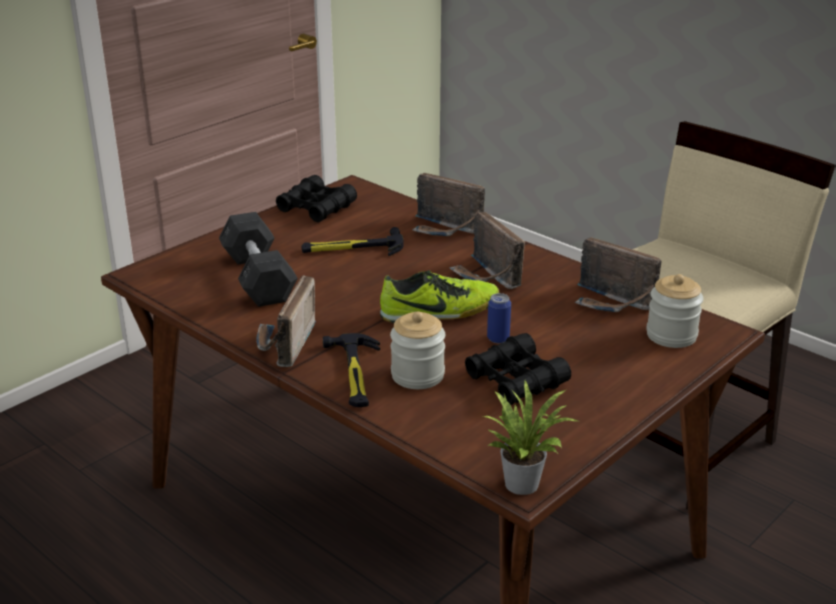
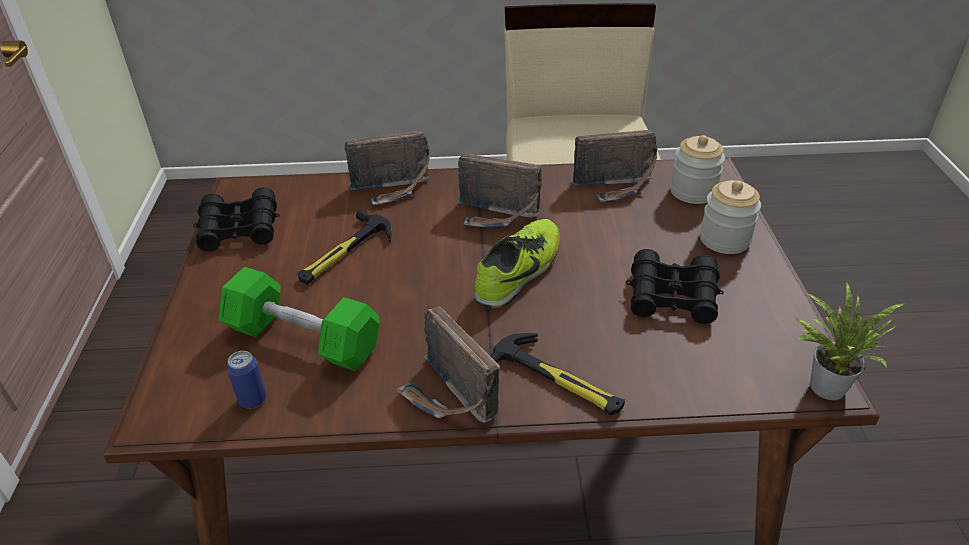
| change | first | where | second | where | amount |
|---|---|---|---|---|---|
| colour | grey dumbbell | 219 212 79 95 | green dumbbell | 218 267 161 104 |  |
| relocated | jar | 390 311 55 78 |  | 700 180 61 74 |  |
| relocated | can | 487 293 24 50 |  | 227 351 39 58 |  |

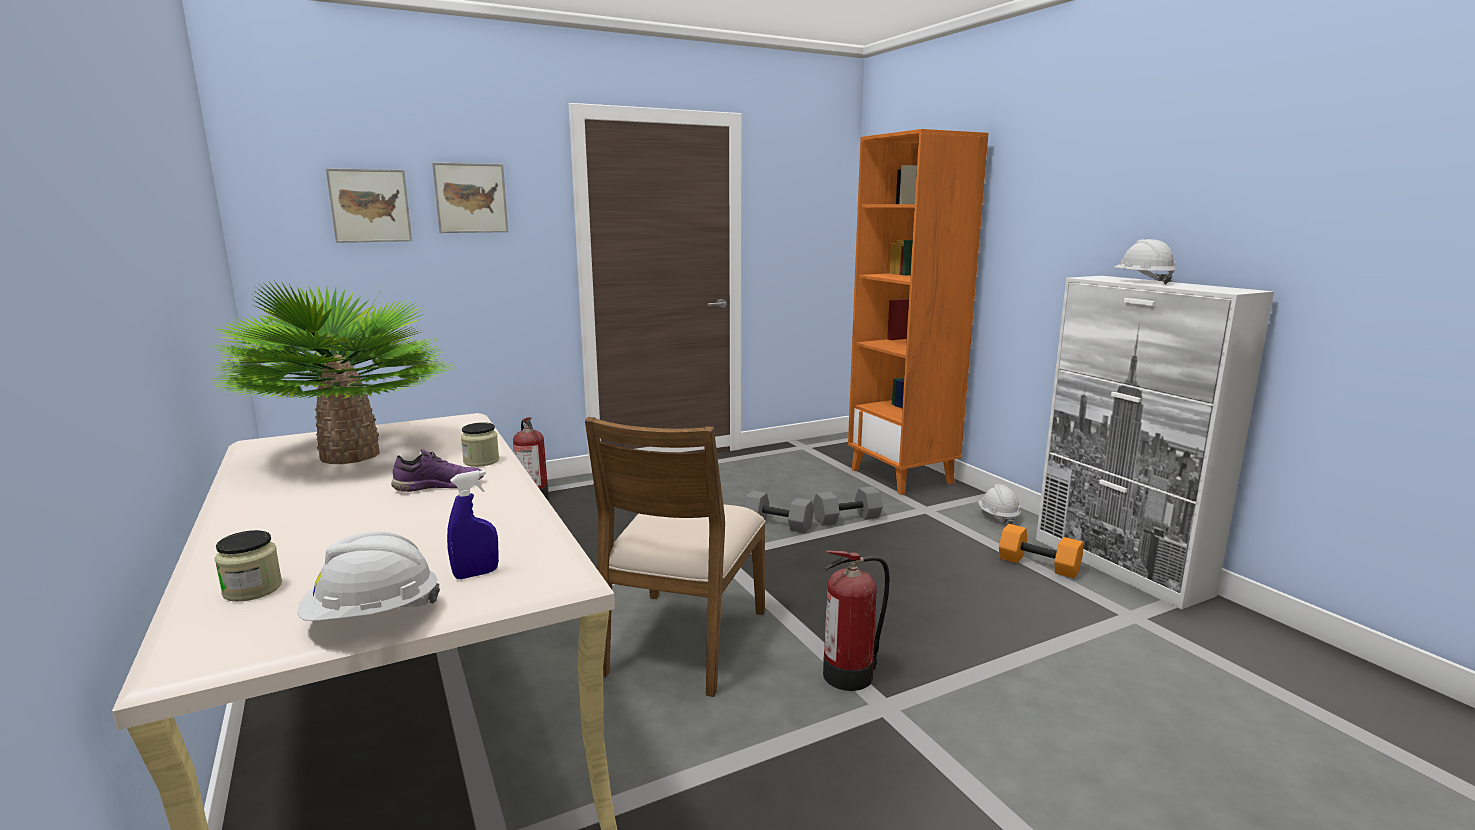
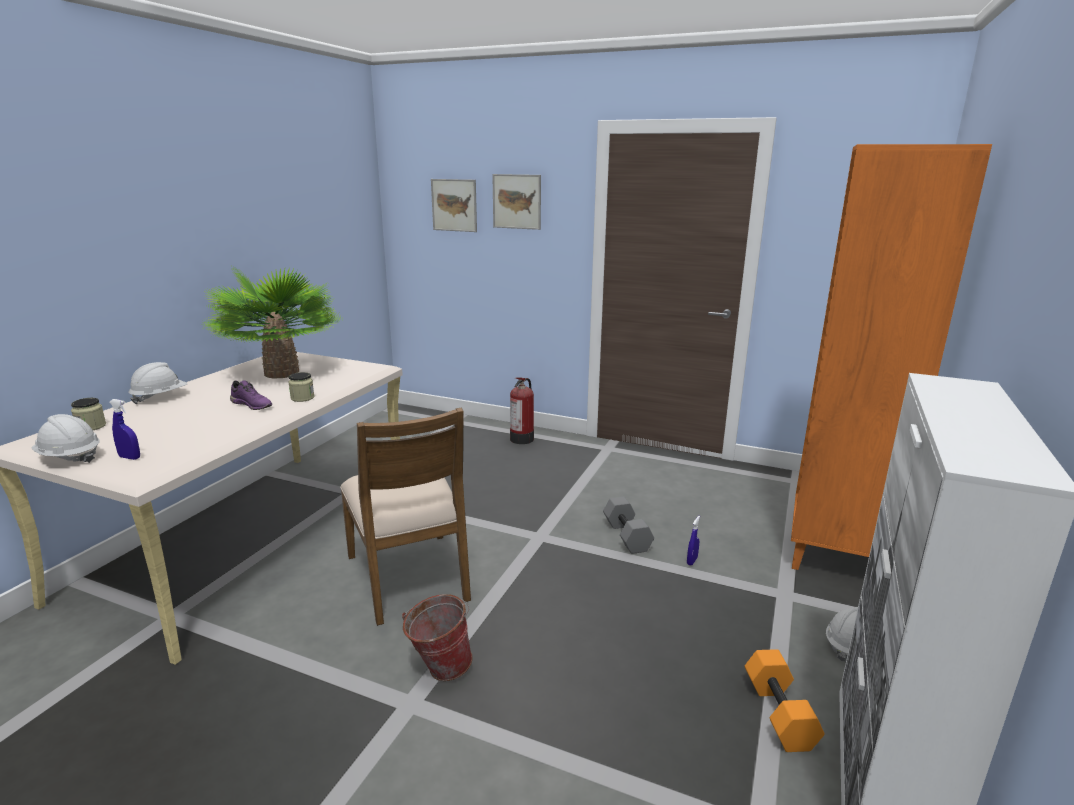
| change | first | where | second | where | amount |
|---|---|---|---|---|---|
| spun | brown chair | 585 417 181 280 |  | 340 408 131 218 | 90 degrees counterclockwise |
| exchanged | grey dumbbell | 813 486 70 40 | blue spray bottle | 687 516 13 50 |  |
| exchanged | fire extinguisher | 823 550 66 141 | bucket | 402 594 71 87 |  |
| relocated | white hard hat | 1113 239 63 45 |  | 129 362 58 43 |  |

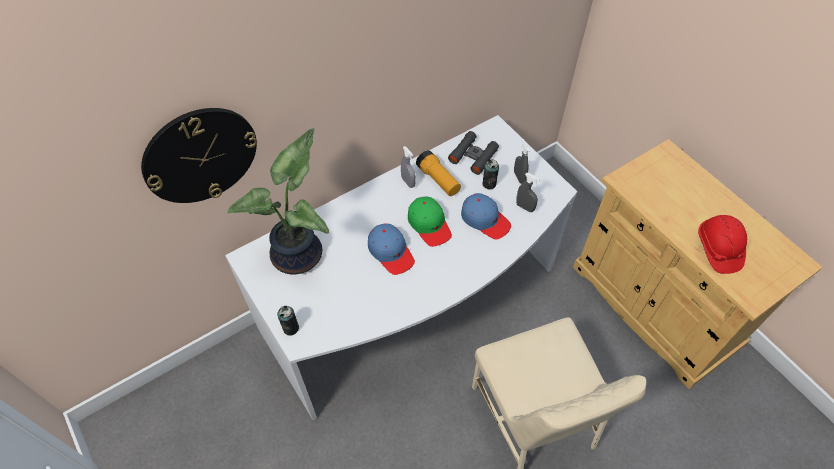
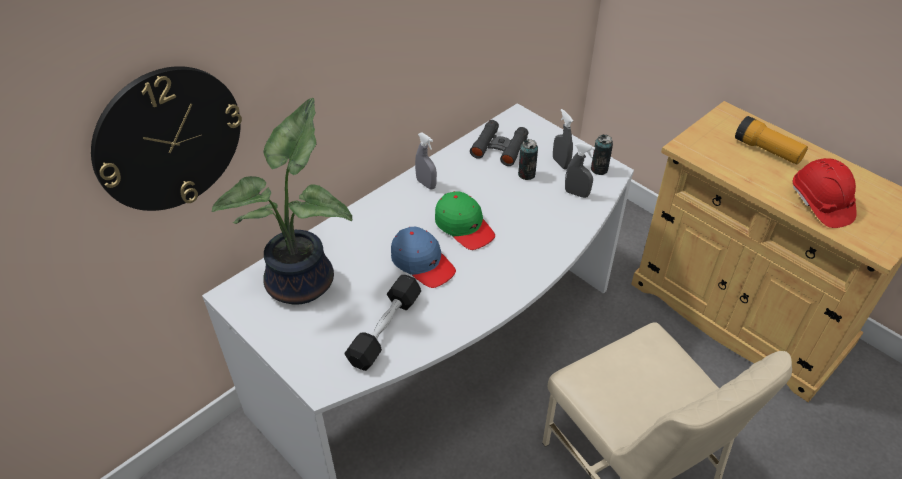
| change | first | where | second | where | amount |
|---|---|---|---|---|---|
| relocated | can | 277 306 22 29 |  | 591 135 22 40 |  |
| relocated | flashlight | 416 150 45 46 |  | 735 116 73 48 |  |
| missing | blue cap | 461 193 50 46 |  |  |  |
| appeared |  |  | black dumbbell | 345 275 76 96 |  |

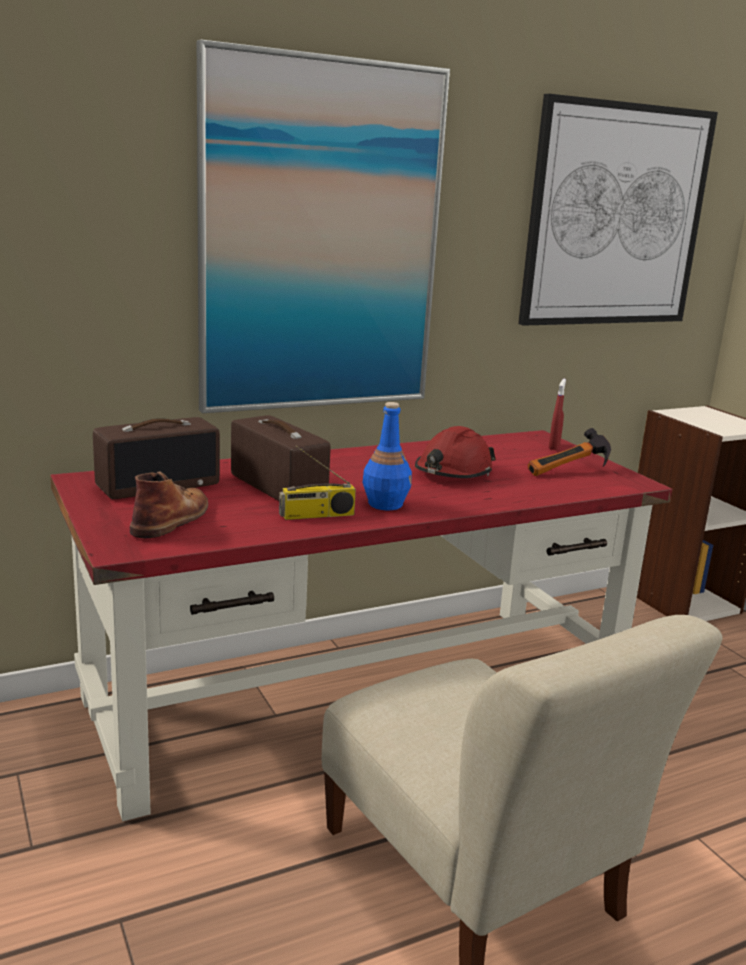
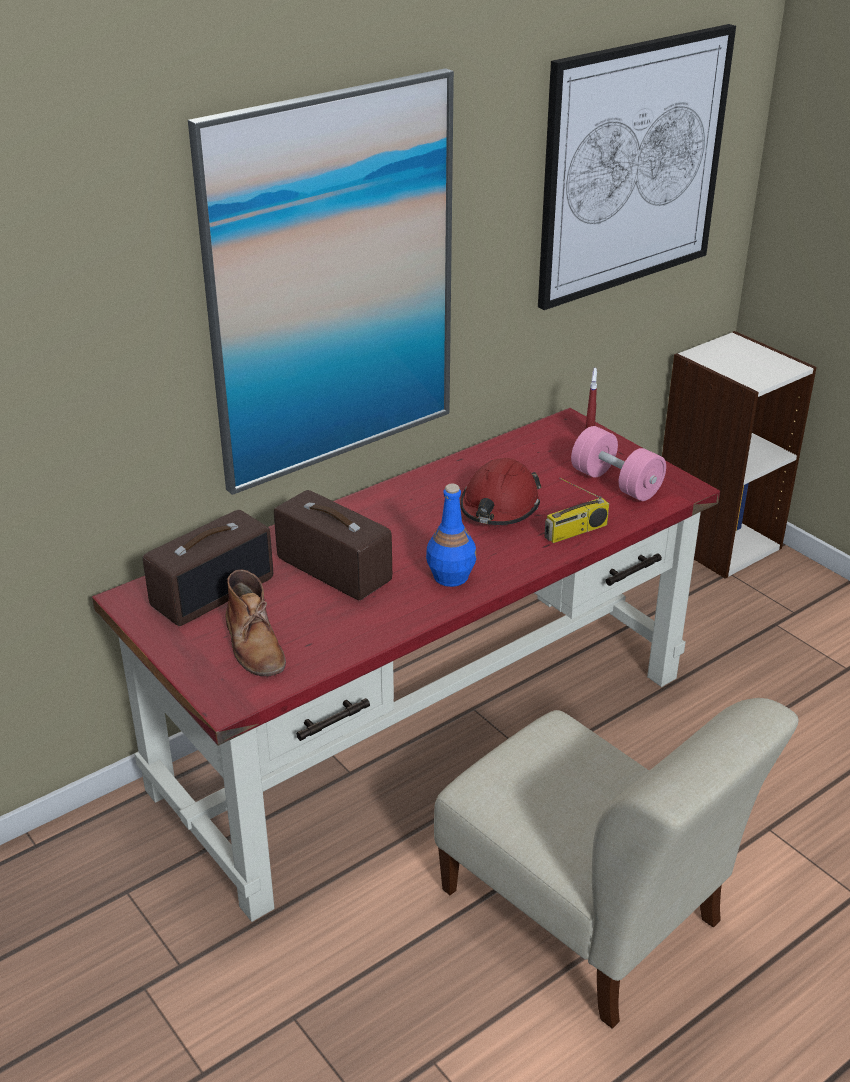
| change | first | where | second | where | amount |
|---|---|---|---|---|---|
| spun | brown boot | 130 471 78 67 |  | 226 569 60 107 | 150 degrees clockwise |
| relocated | radio | 279 446 77 74 |  | 544 478 65 65 |  |
| exchanged | hammer | 528 428 83 48 | pink dumbbell | 571 426 95 75 |  |

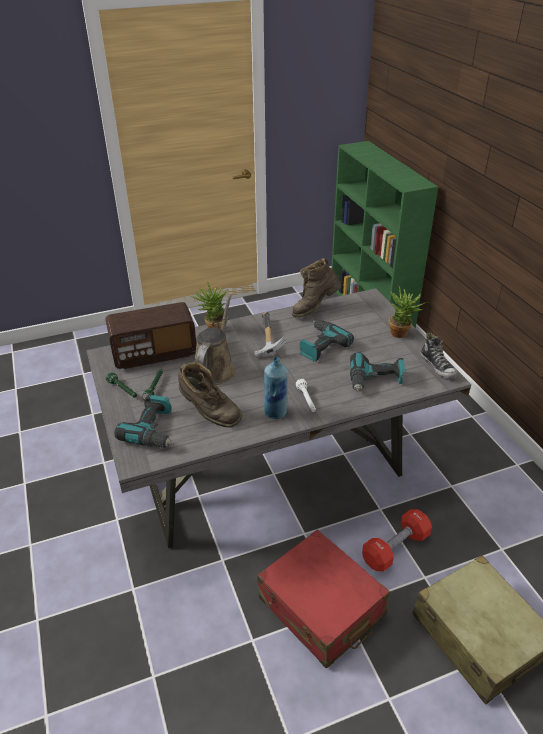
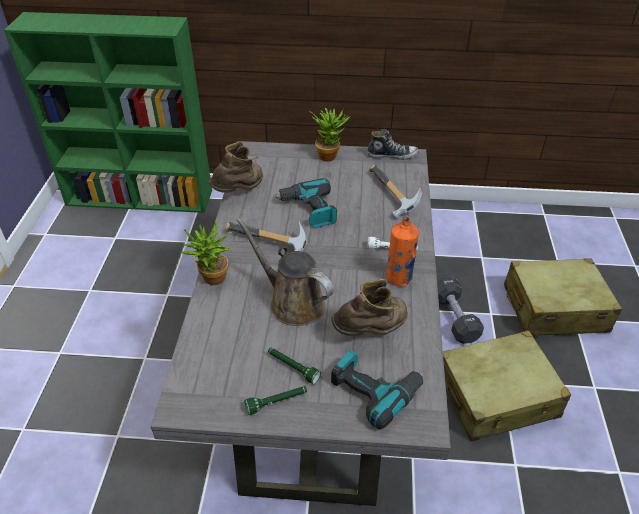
| change | first | where | second | where | amount |
|---|---|---|---|---|---|
| missing | radio | 105 302 91 67 |  |  |  |
| colour | red suitcase | 257 529 133 140 | beige suitcase | 443 330 128 112 |  |
| colour | blue bottle | 264 357 24 62 | orange bottle | 386 216 33 70 |  |
| spun | brown boot | 292 259 49 59 |  | 209 141 54 52 | 135 degrees counterclockwise |
| exchanged | power drill | 350 352 56 40 | hammer | 369 165 53 54 |  |
| colour | red dumbbell | 362 509 70 63 | black dumbbell | 437 276 47 68 |  |

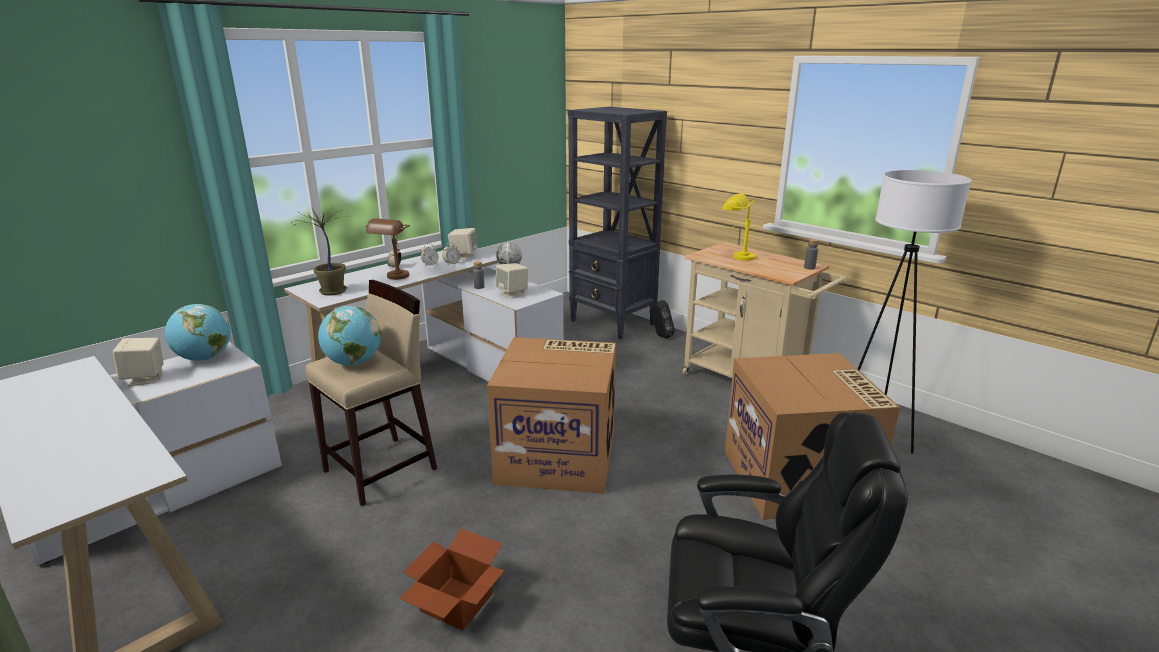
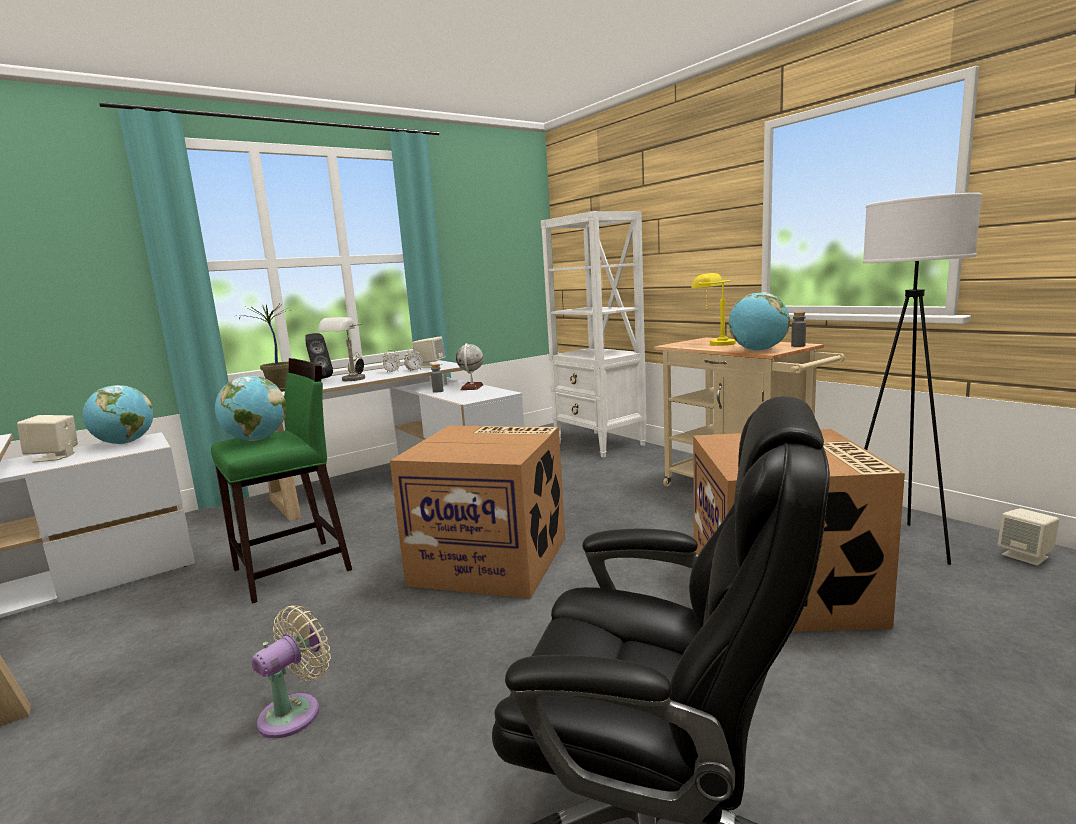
| change | first | where | second | where | amount |
|---|---|---|---|---|---|
| colour | beige stool | 305 280 132 226 | green stool | 211 358 141 246 |  |
| colour | brown table lamp | 366 219 44 61 | grey table lamp | 318 317 47 64 |  |
| exchanged | cardboard box | 399 528 106 103 | beige fan | 251 605 80 133 |  |
| relocated | beige speaker | 496 263 32 35 |  | 998 508 61 58 |  |
| colour | black bookcase | 568 107 99 233 | white bookcase | 541 211 106 247 |  |
| relocated | black speaker | 650 300 25 39 |  | 305 333 28 46 |  |
| appeared |  |  | globe | 729 292 61 59 |  |

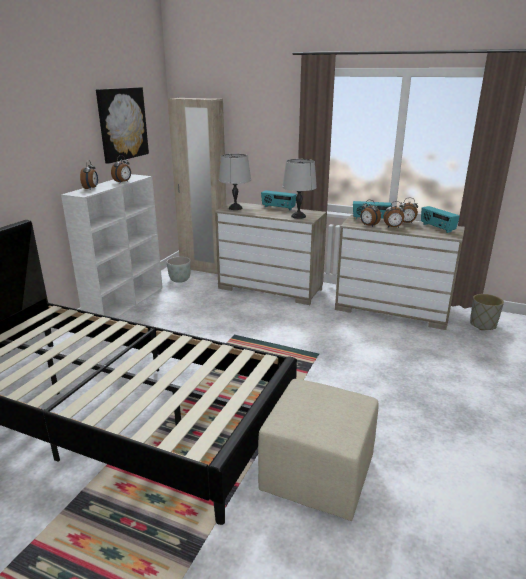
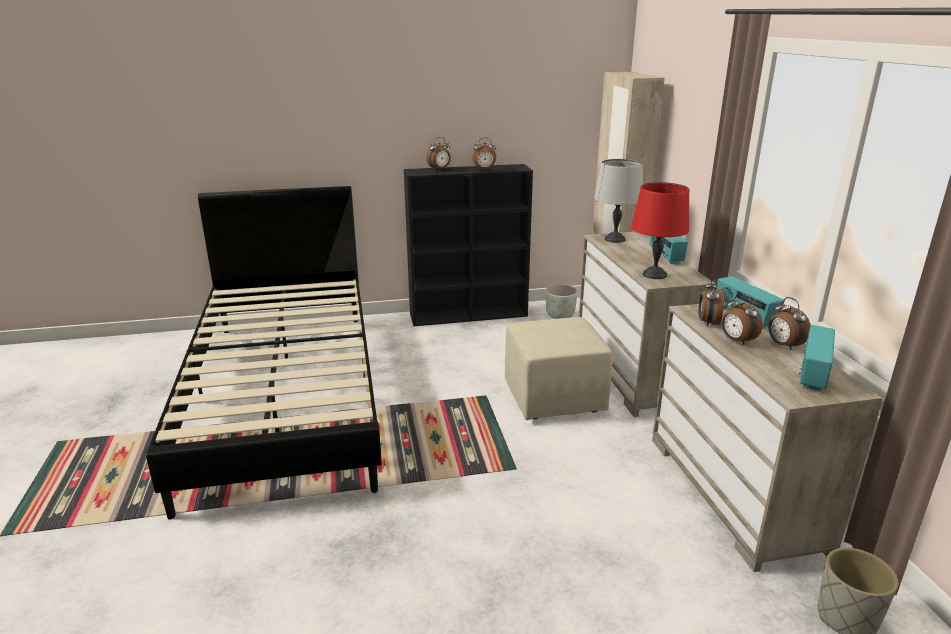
| change | first | where | second | where | amount |
|---|---|---|---|---|---|
| colour | white bookcase | 61 174 102 144 | black bookcase | 404 164 129 162 |  |
| missing | picture | 96 87 53 77 |  |  |  |
| relocated | beige ottoman | 258 379 120 142 |  | 505 317 108 103 |  |
| colour | grey table lamp | 282 159 35 60 | red table lamp | 631 182 58 97 |  |

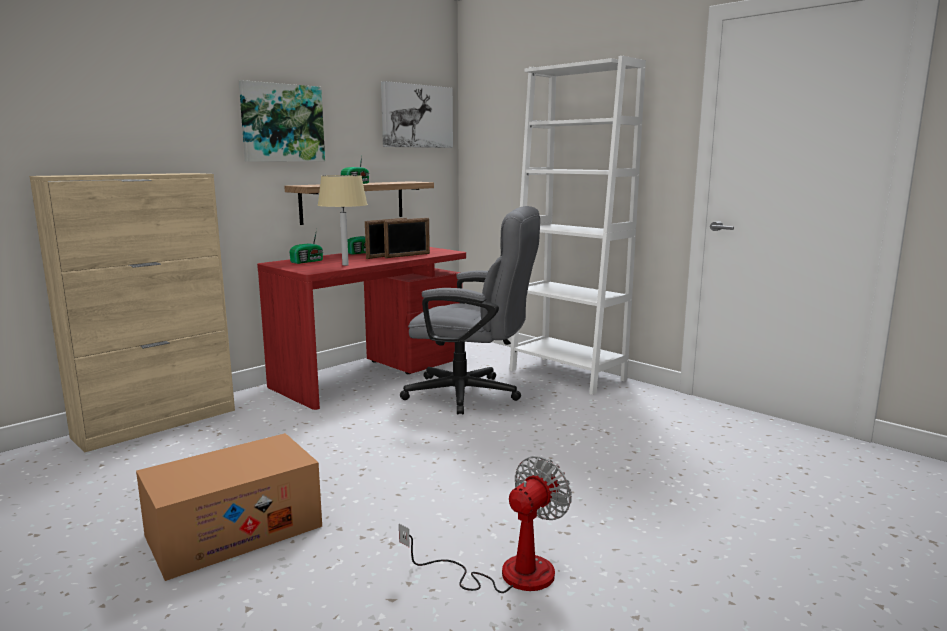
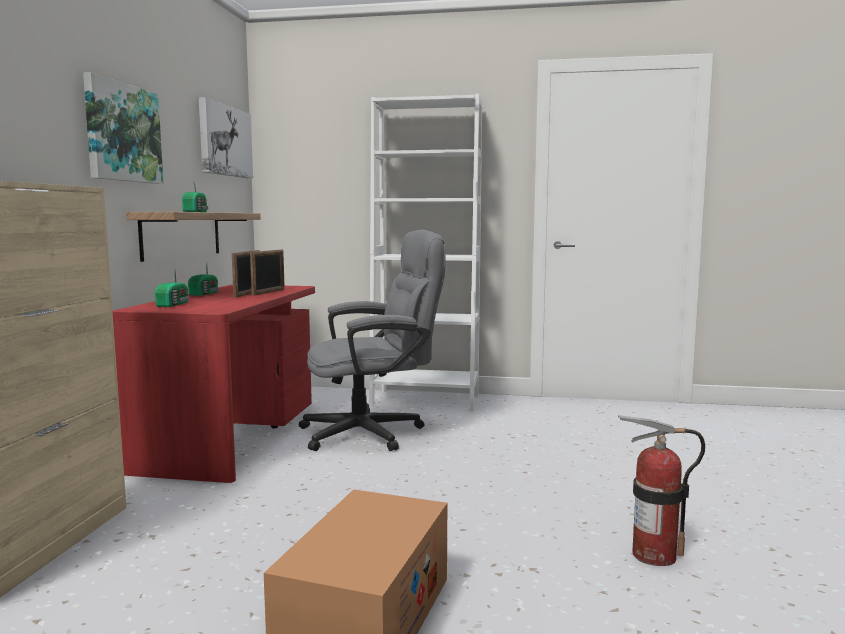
| change | first | where | second | where | amount |
|---|---|---|---|---|---|
| missing | beige table lamp | 318 175 50 91 |  |  |  |
| exchanged | fan | 399 456 173 137 | fire extinguisher | 618 415 87 151 |  |

